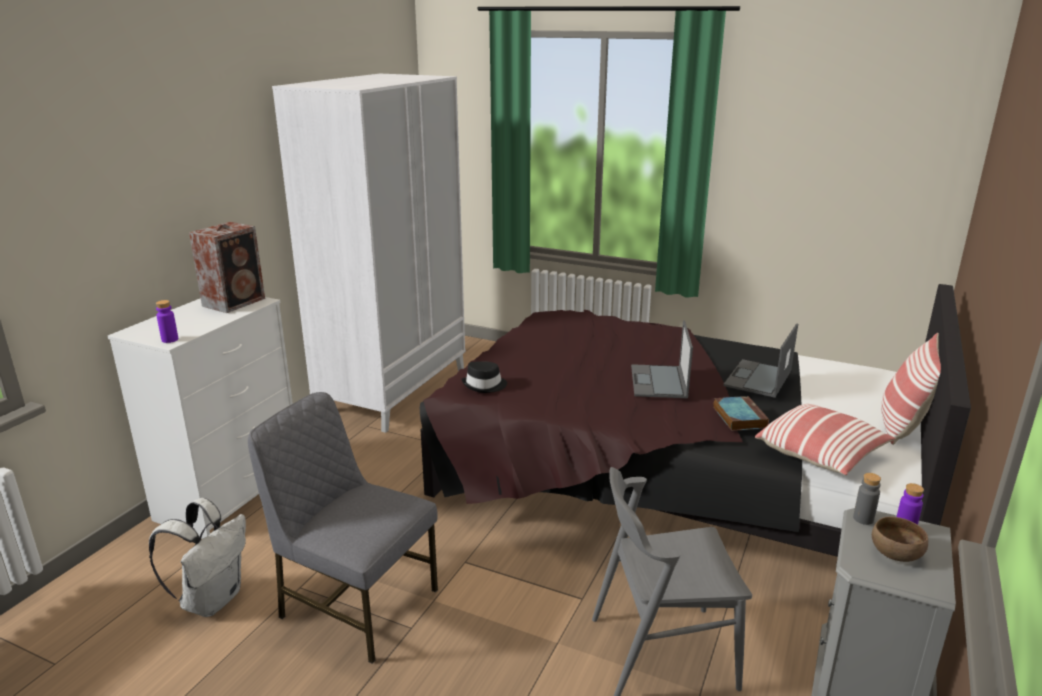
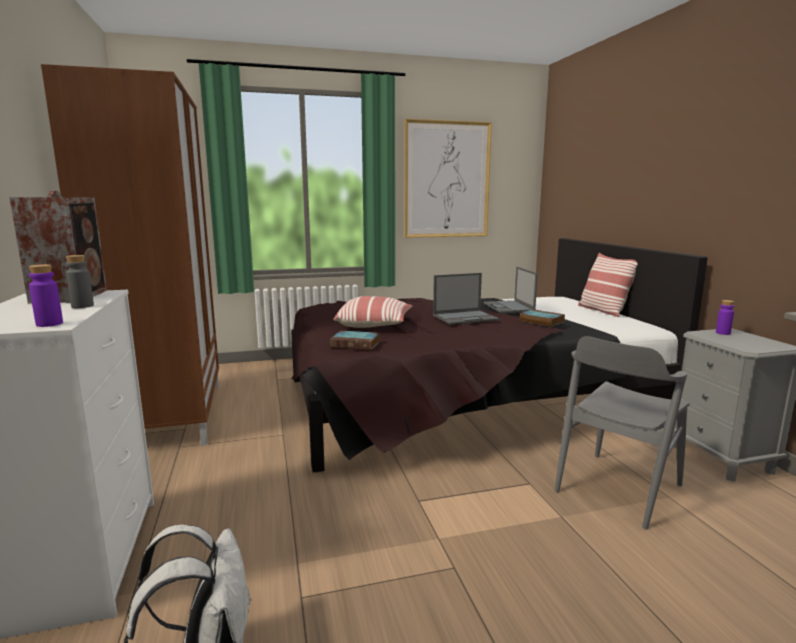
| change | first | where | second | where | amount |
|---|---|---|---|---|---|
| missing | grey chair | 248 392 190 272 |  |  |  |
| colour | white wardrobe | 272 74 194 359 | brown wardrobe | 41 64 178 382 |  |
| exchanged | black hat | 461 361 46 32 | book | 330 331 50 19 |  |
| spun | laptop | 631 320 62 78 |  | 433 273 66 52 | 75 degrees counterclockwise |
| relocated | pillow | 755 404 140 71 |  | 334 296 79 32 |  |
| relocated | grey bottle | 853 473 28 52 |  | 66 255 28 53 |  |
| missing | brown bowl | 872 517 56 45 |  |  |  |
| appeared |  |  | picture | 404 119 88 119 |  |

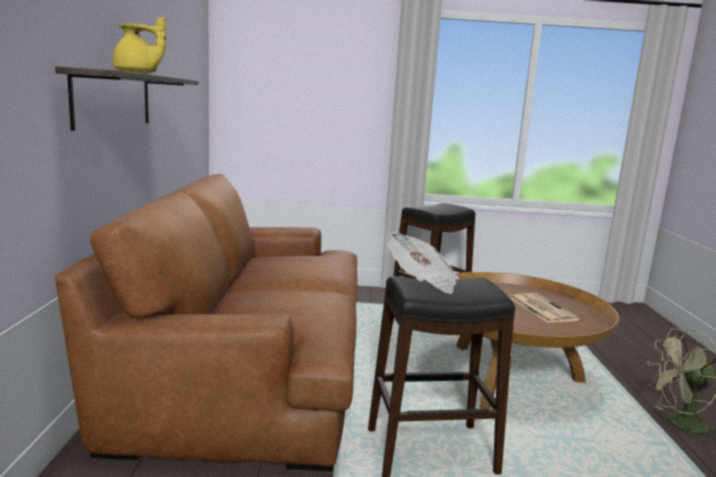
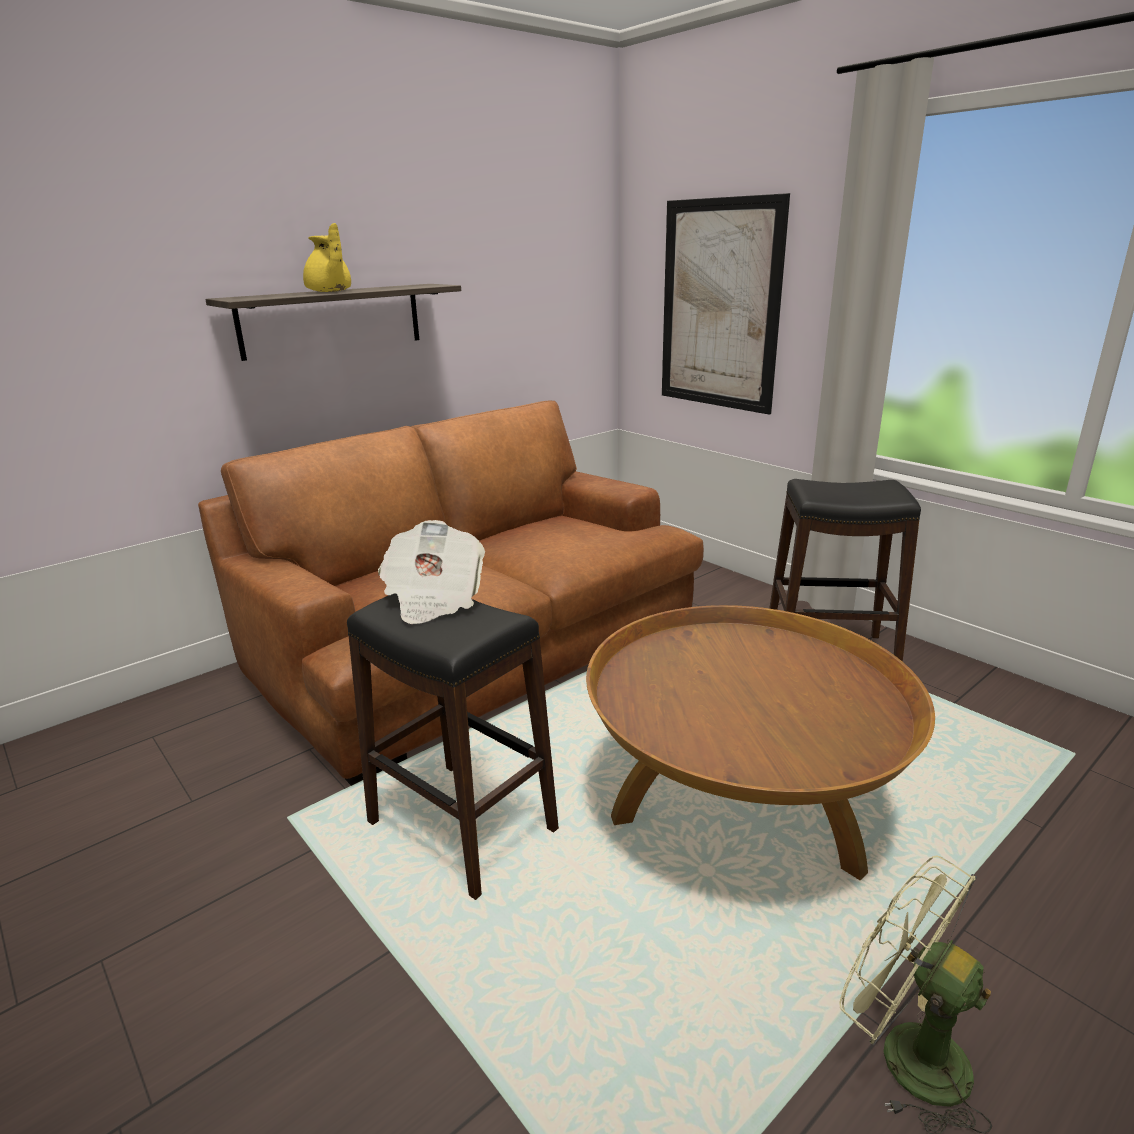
| change | first | where | second | where | amount |
|---|---|---|---|---|---|
| missing | newspaper | 510 293 70 30 |  |  |  |
| appeared |  |  | picture | 662 193 128 222 |  |

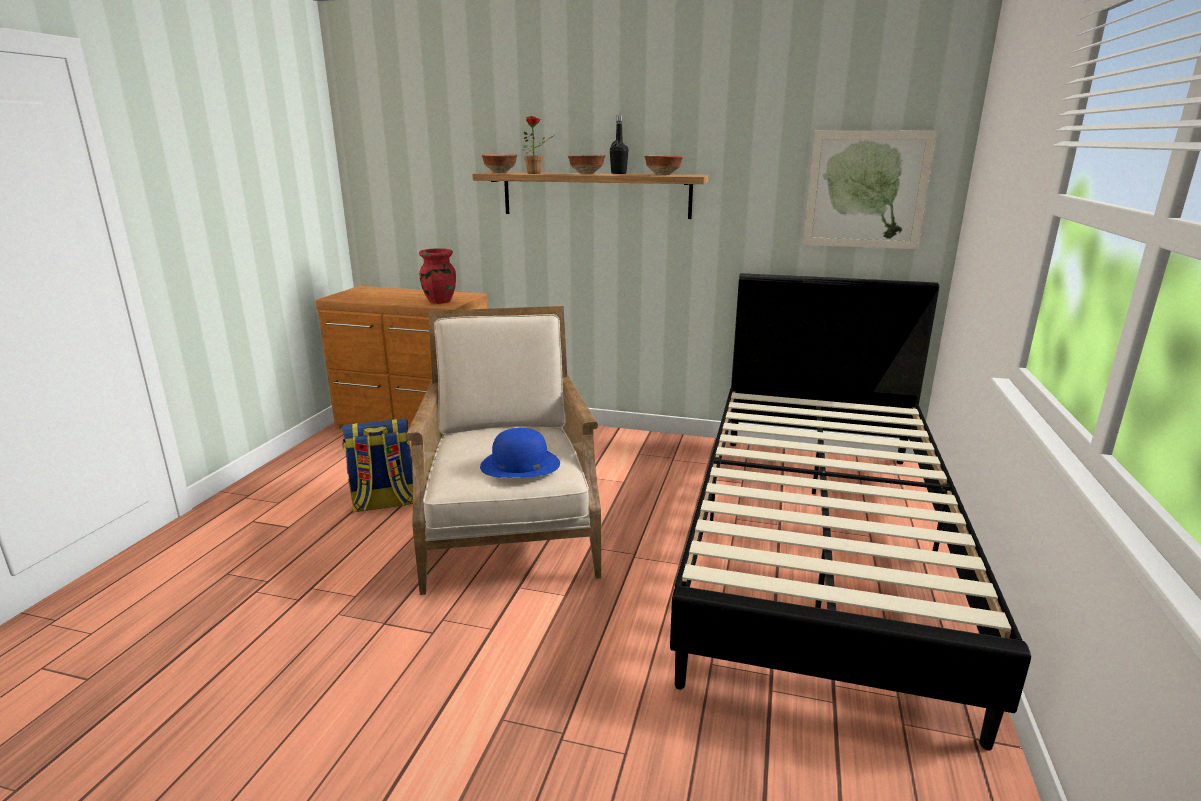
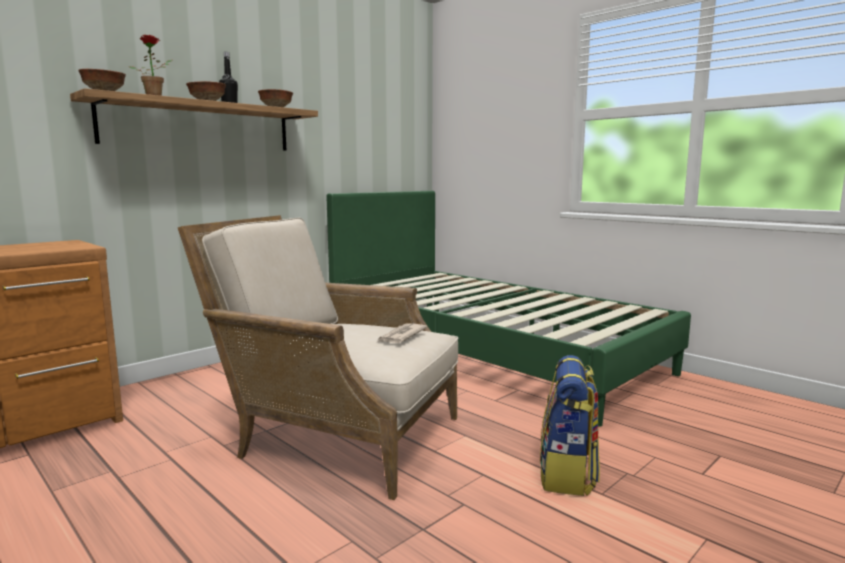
| change | first | where | second | where | amount |
|---|---|---|---|---|---|
| relocated | backpack | 342 418 71 95 |  | 540 355 60 141 |  |
| missing | red vase | 419 248 37 56 |  |  |  |
| exchanged | blue hat | 480 428 80 50 | newspaper | 378 323 49 20 |  |
| colour | black bed | 670 273 361 478 | green bed | 326 191 365 235 |  |
| missing | picture | 803 131 134 118 |  |  |  |

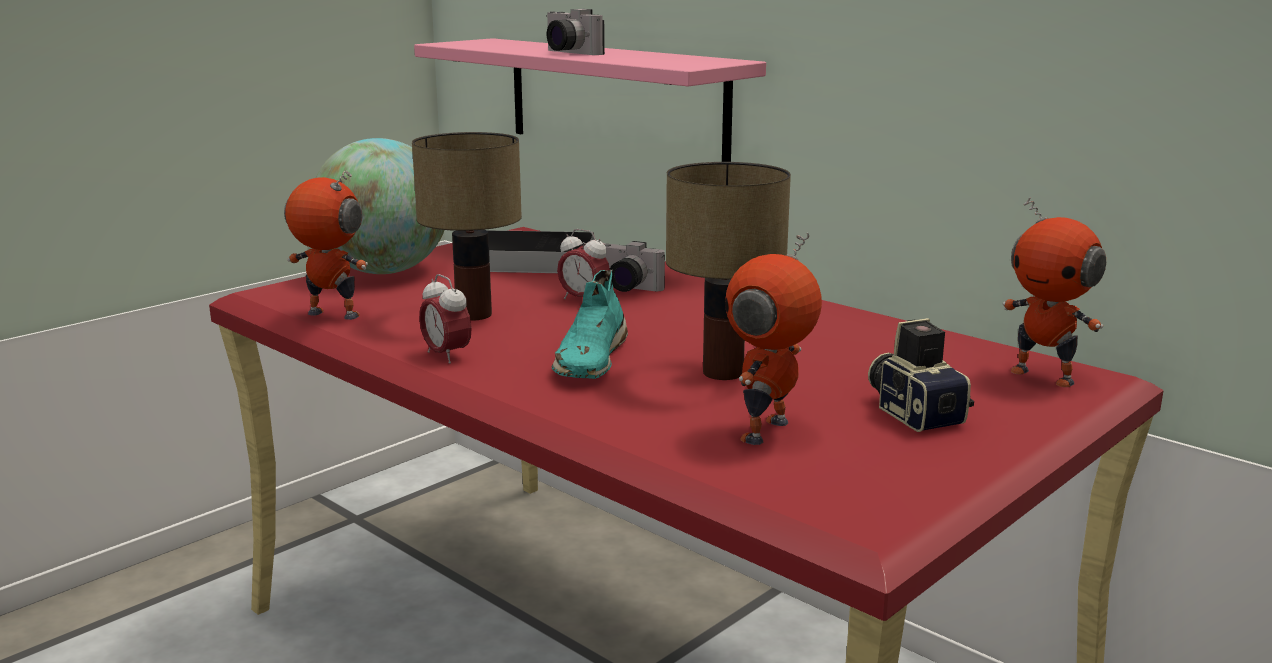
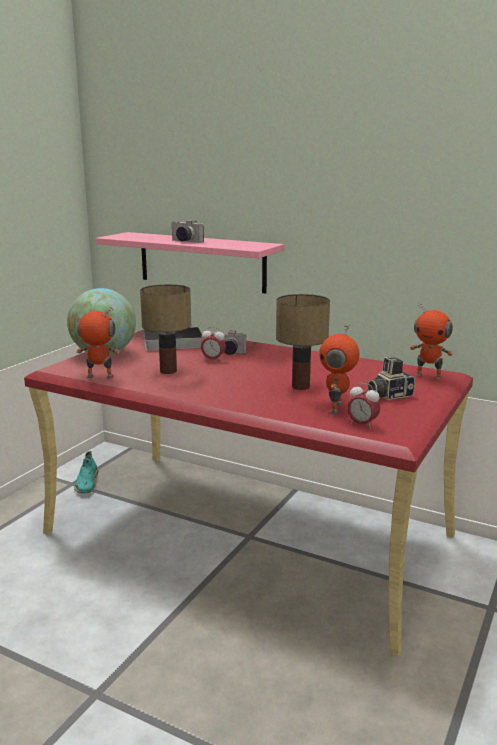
| change | first | where | second | where | amount |
|---|---|---|---|---|---|
| relocated | alarm clock | 419 274 53 90 |  | 347 383 33 46 |  |
| relocated | turquoise shoe | 552 270 76 109 |  | 74 451 24 42 |  |
| spun | photo camera | 868 318 106 114 |  | 367 357 48 43 | 75 degrees counterclockwise |

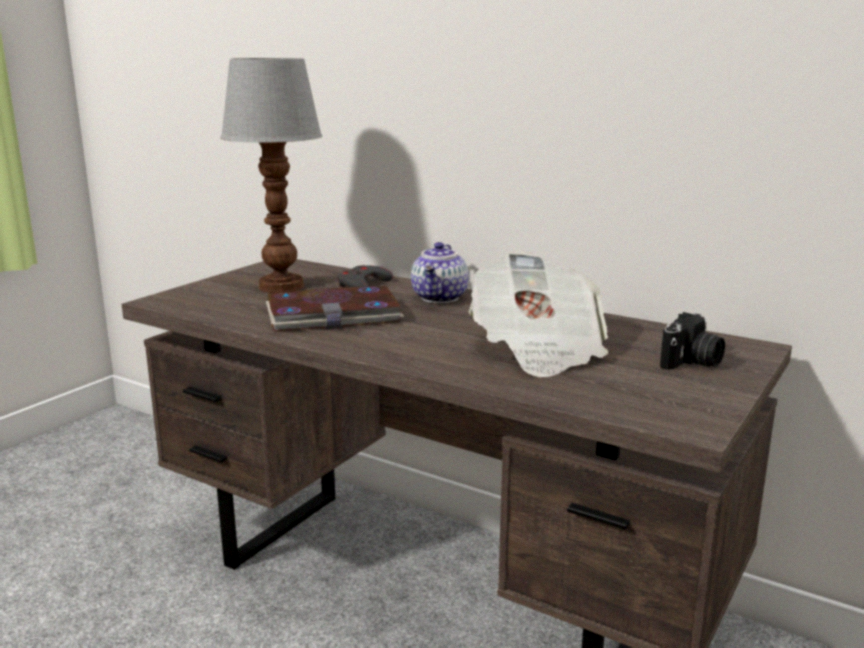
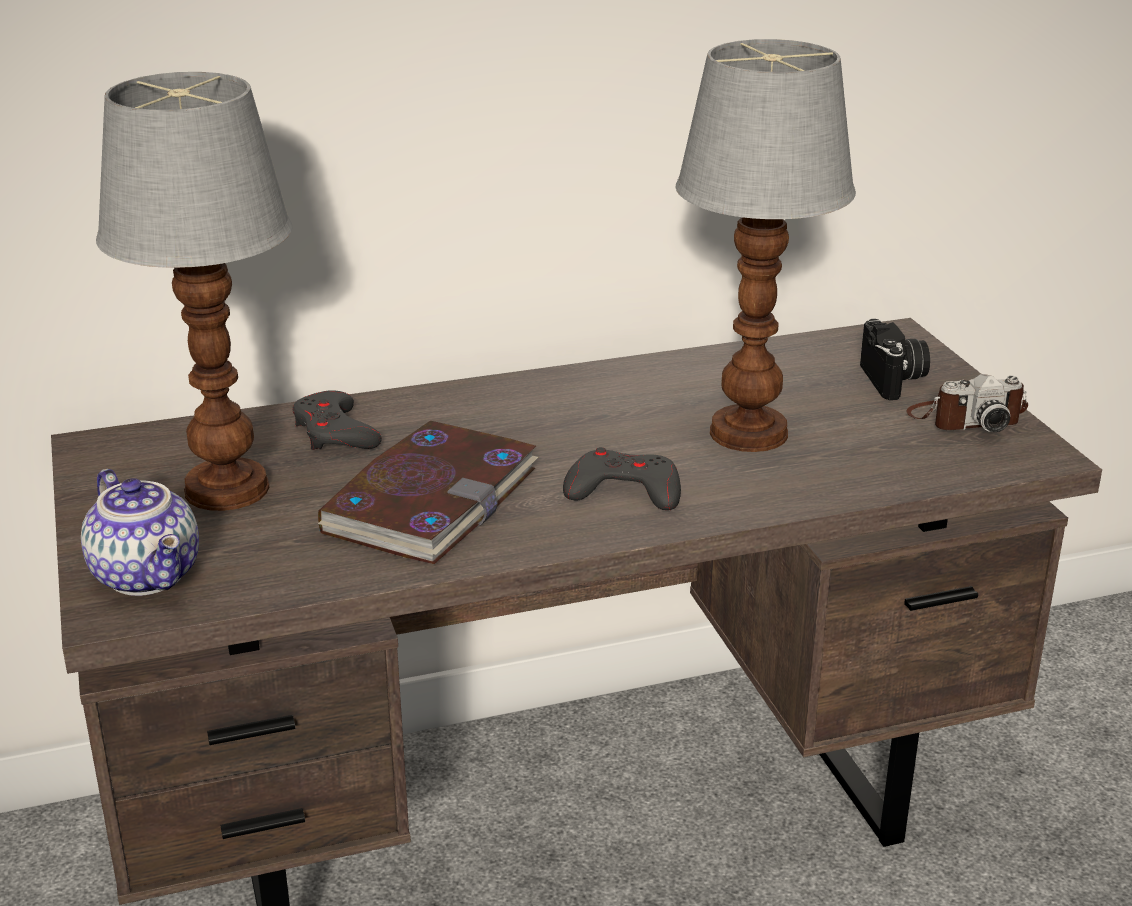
| change | first | where | second | where | amount |
|---|---|---|---|---|---|
| relocated | teapot | 411 242 58 61 |  | 81 469 118 127 |  |
| exchanged | newspaper | 469 252 139 126 | table lamp | 676 39 180 413 |  |
| appeared |  |  | grey game controller | 563 447 118 63 |  |
| appeared |  |  | photo camera | 906 374 122 58 |  |

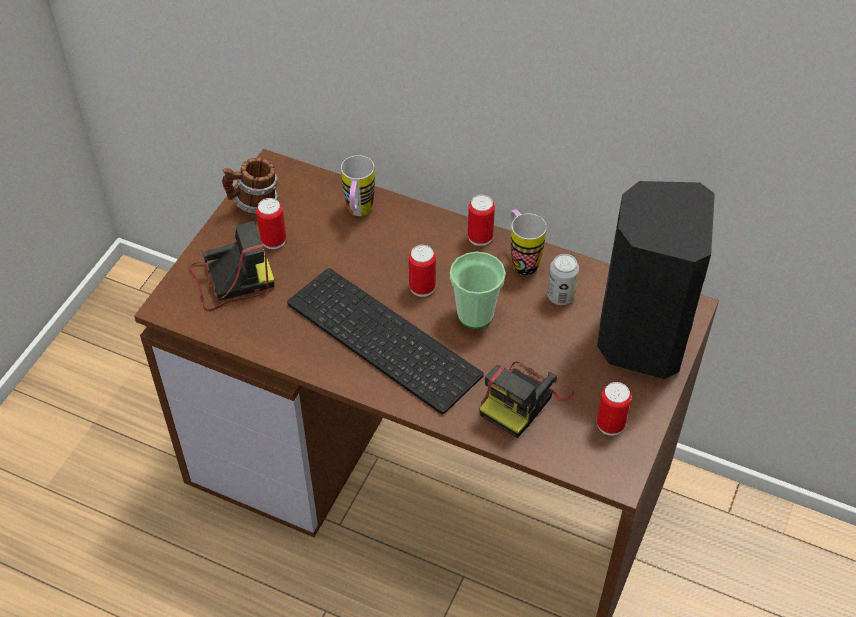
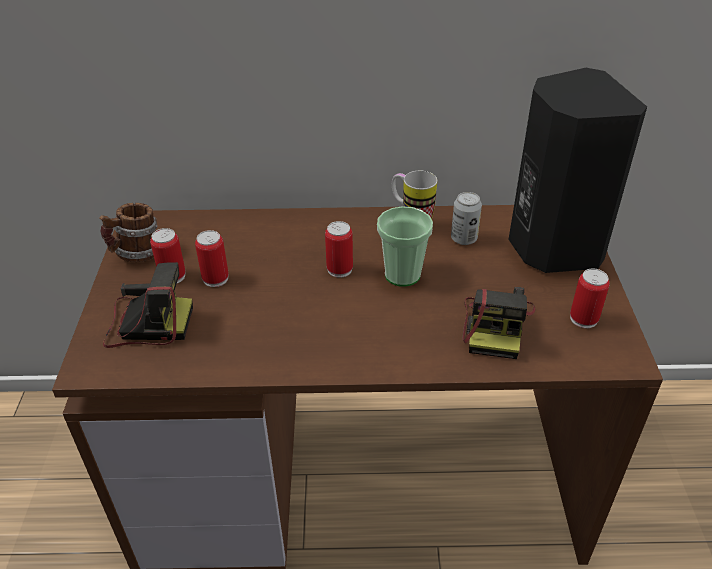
| change | first | where | second | where | amount |
|---|---|---|---|---|---|
| spun | photo camera | 189 221 85 90 |  | 103 262 90 86 | 45 degrees clockwise |
| missing | keyboard | 287 268 197 146 |  |  |  |
| missing | mug | 341 155 34 61 |  |  |  |
| relocated | can | 468 195 27 51 |  | 195 230 34 57 |  |

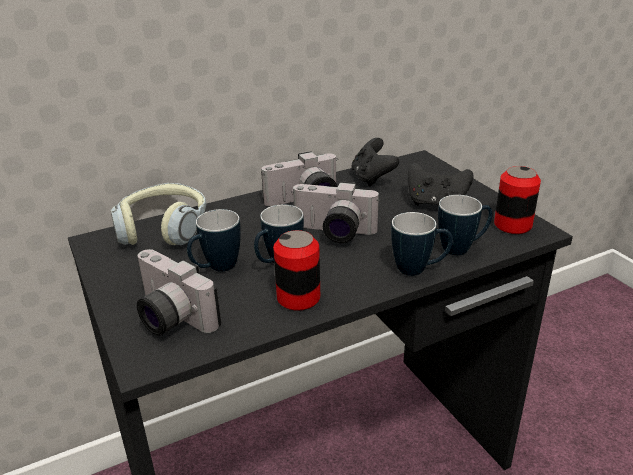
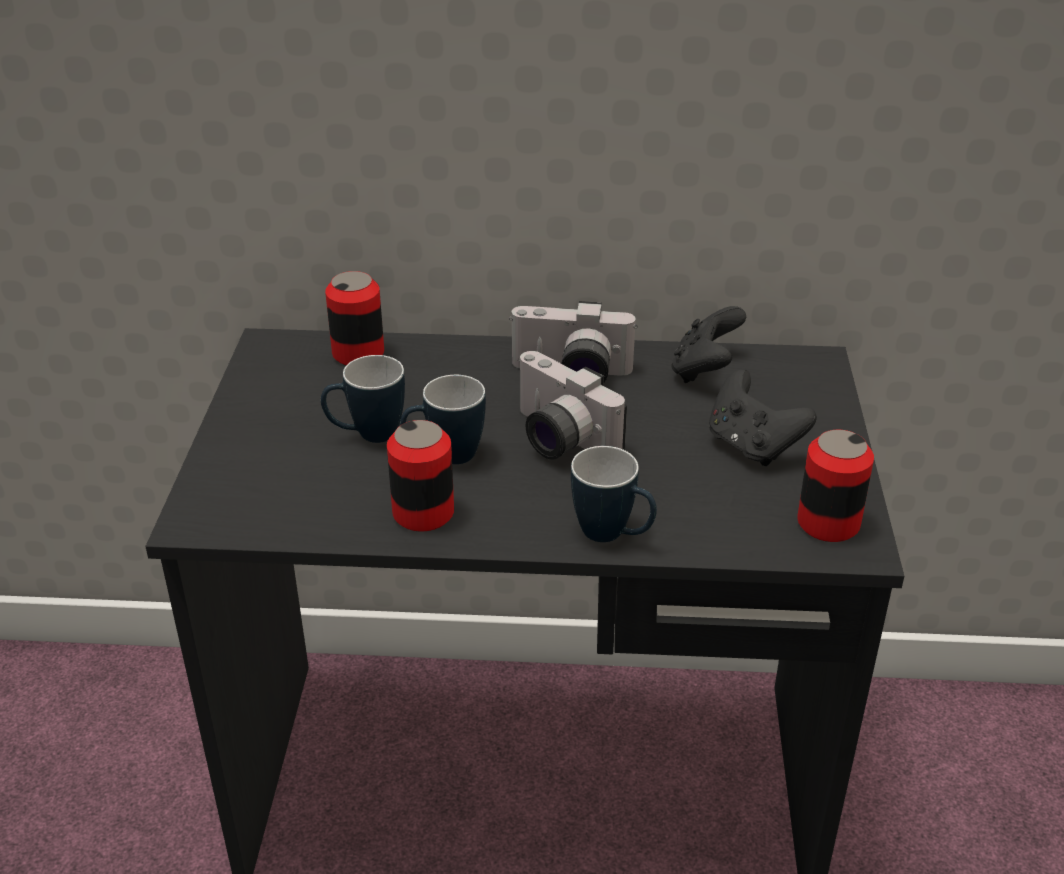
| change | first | where | second | where | amount |
|---|---|---|---|---|---|
| exchanged | headphones | 111 183 96 62 | can | 325 271 59 94 |  |
| missing | photo camera | 137 249 84 87 |  |  |  |
| missing | mug | 438 195 55 60 |  |  |  |

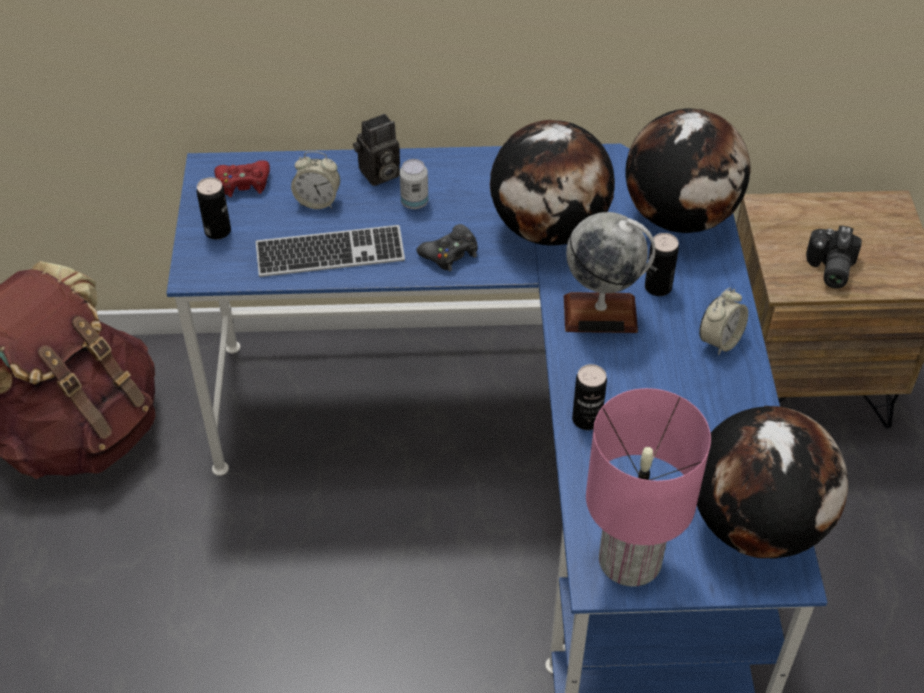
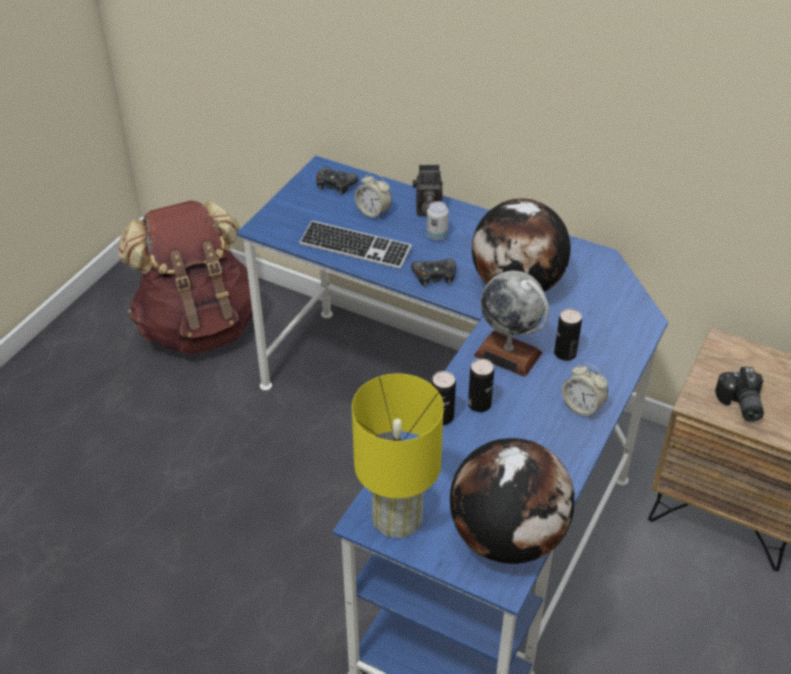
| change | first | where | second | where | amount |
|---|---|---|---|---|---|
| relocated | can | 197 177 34 62 |  | 468 359 26 53 |  |
| colour | red game controller | 214 160 56 37 | black game controller | 316 167 43 28 |  |
| colour | pink table lamp | 586 388 125 198 | yellow table lamp | 352 373 92 165 |  |
| missing | globe | 625 109 126 124 |  |  |  |
| spun | alarm clock | 699 287 49 68 |  | 562 363 46 55 | 60 degrees clockwise |
| spun | photo camera | 806 226 56 63 |  | 715 367 49 55 | 45 degrees counterclockwise |

